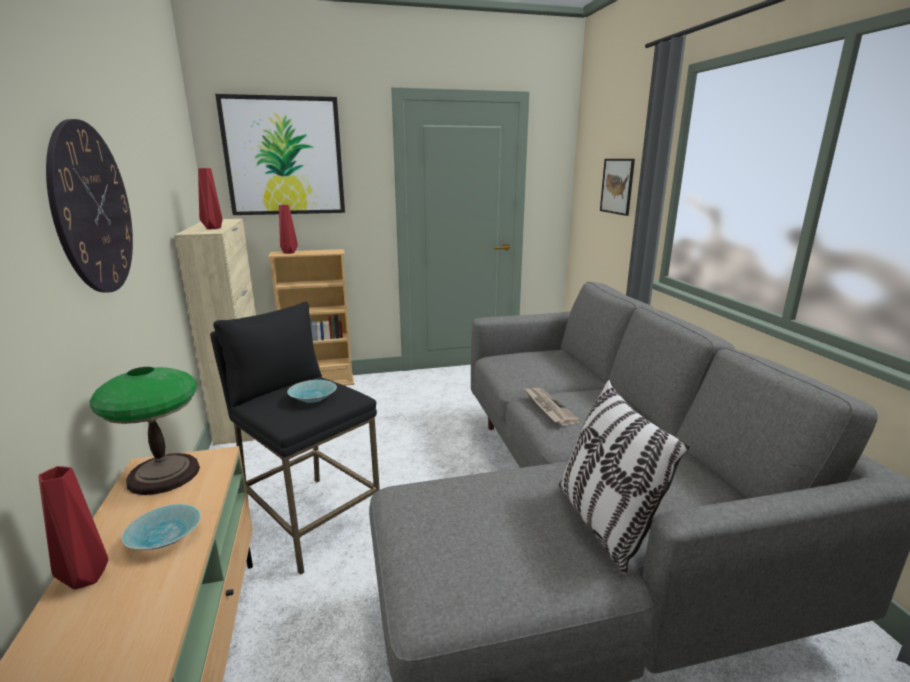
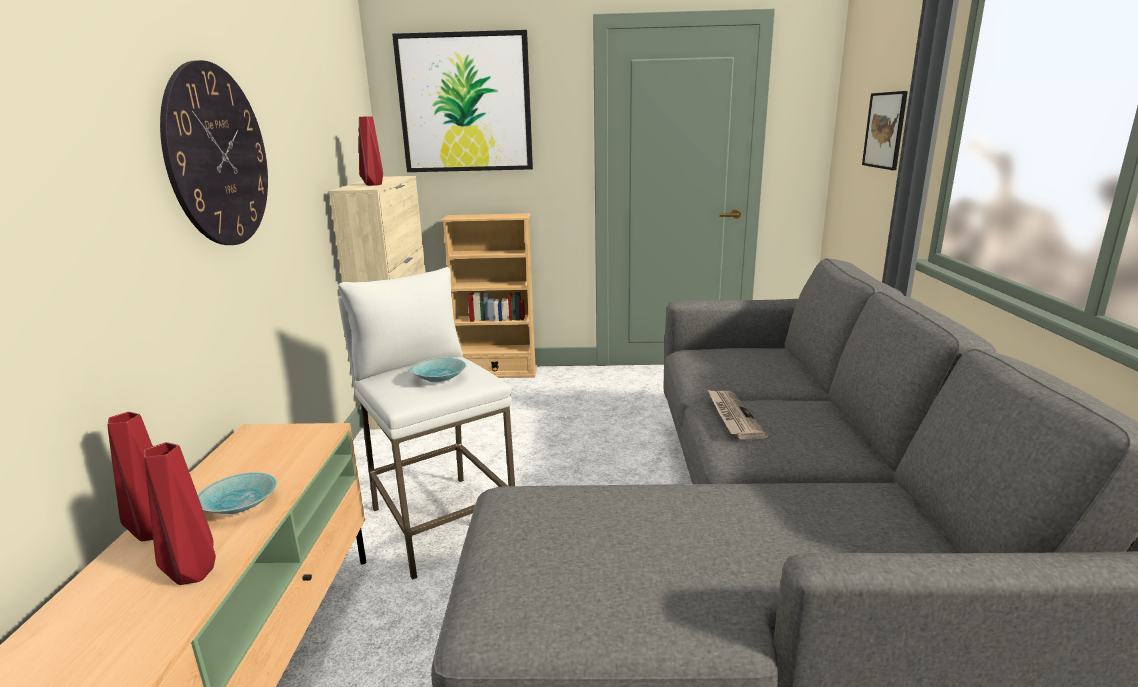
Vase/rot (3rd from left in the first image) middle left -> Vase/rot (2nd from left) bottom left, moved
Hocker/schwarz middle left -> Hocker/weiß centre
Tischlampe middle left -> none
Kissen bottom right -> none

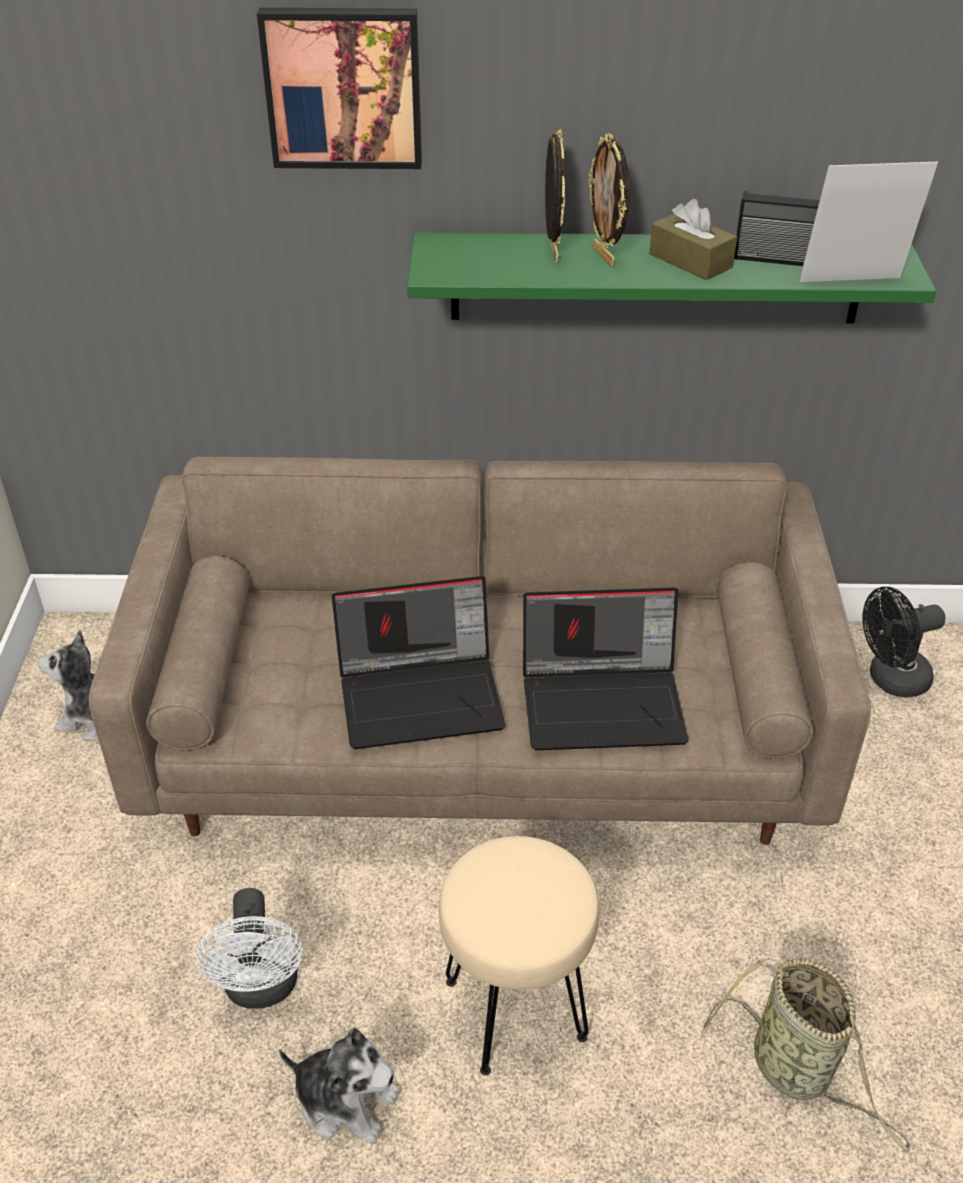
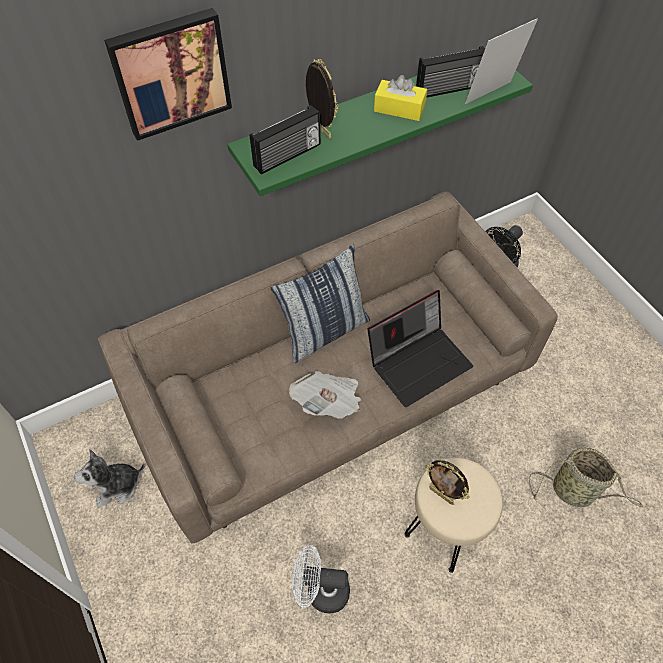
none -> Radio (1st from left) top centre
none -> Kissen centre
Laptop (1st from left) centre -> Zeitung centre
Ventilator/weiß bottom left -> Ventilator/weiß bottom centre, 135 degrees clockwise
Taschentuchbox/braun top right -> Taschentuchbox/gelb top centre
Bilderrahmen (2nd from left) top centre -> Bilderrahmen (2nd from left) bottom right, moved
Plüschtier (2nd from left) bottom centre -> none

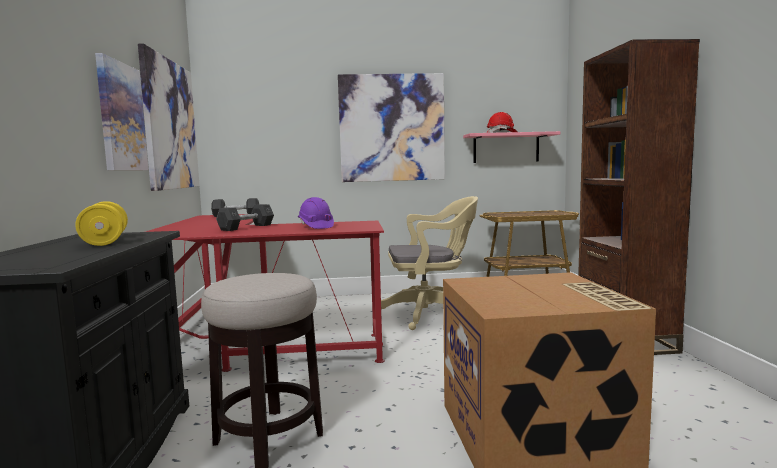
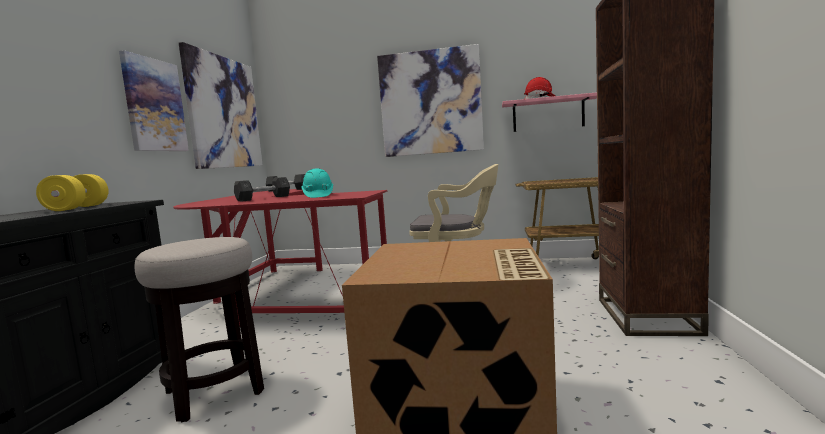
Schutzhelm/lila centre -> Schutzhelm/türkis centre

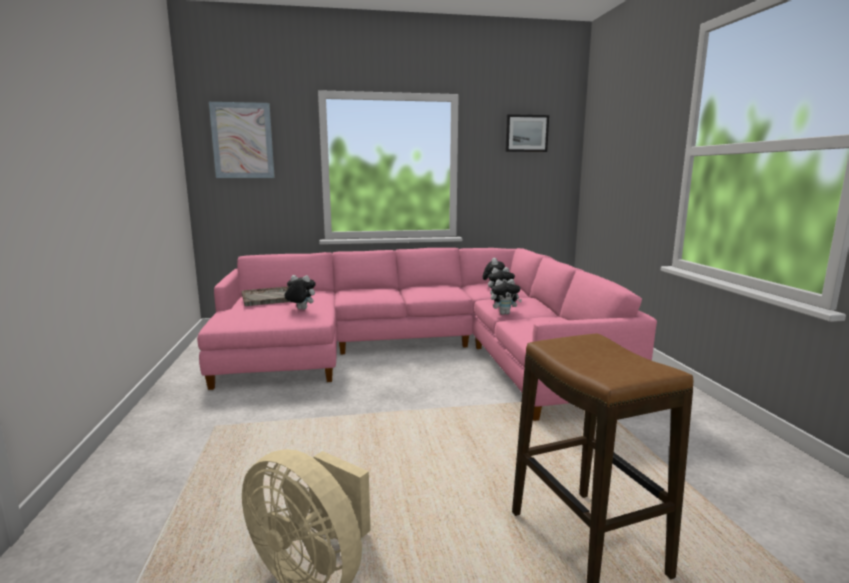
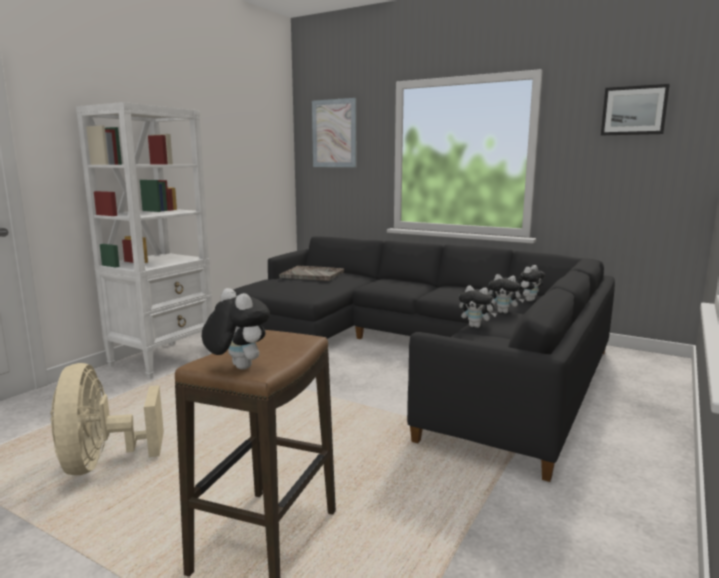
none -> Bücherregal/weiß middle left
Plüschtier (1st from left) centre -> Plüschtier (1st from left) middle left, moved
Sofa/rosa centre -> Sofa/schwarz centre

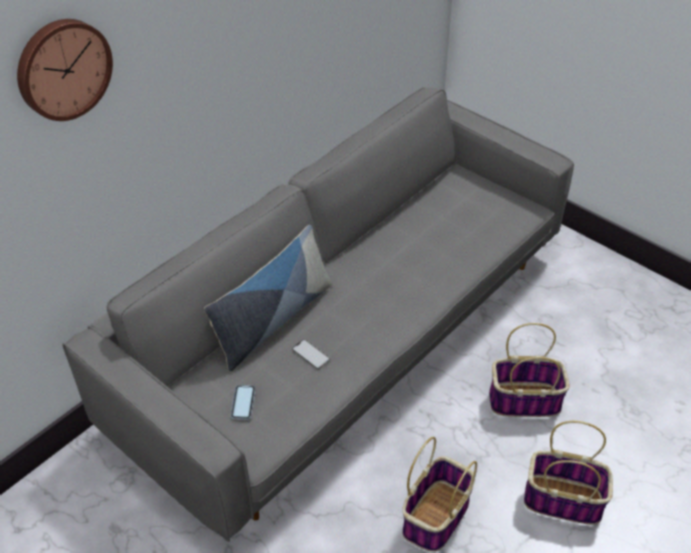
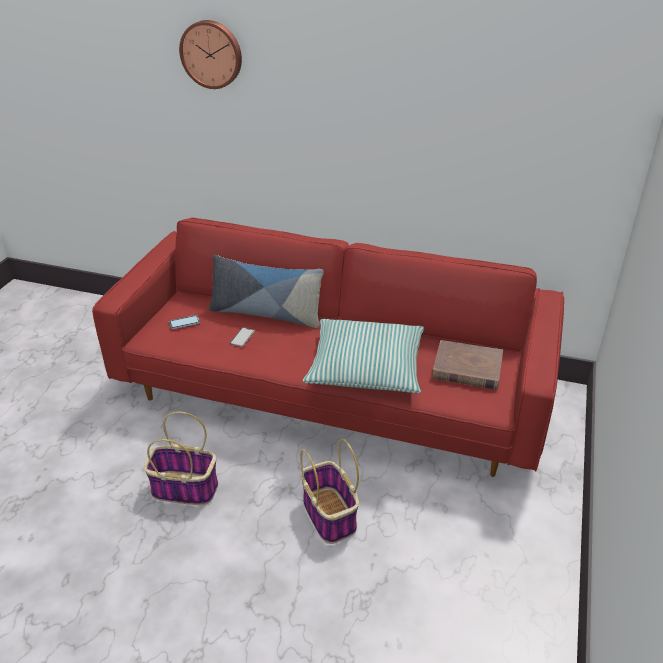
Sofa/grau centre -> Sofa/rot centre
none -> Kissen (2nd from left) centre
none -> Buch/braun middle right
Korb (3rd from left) bottom right -> none

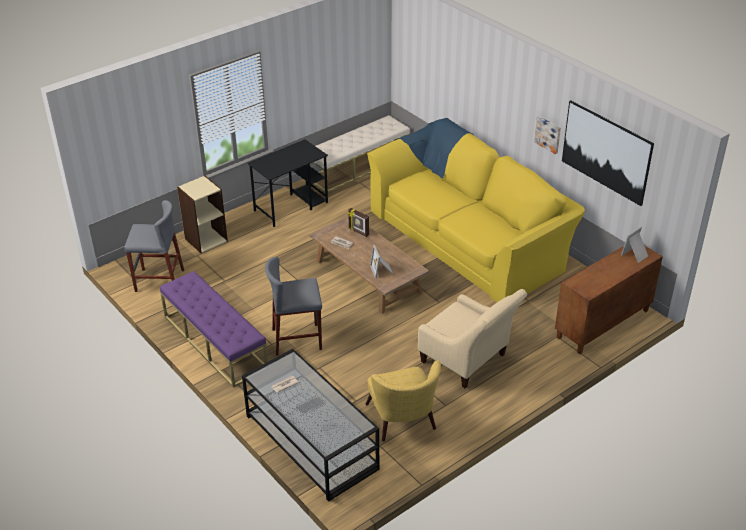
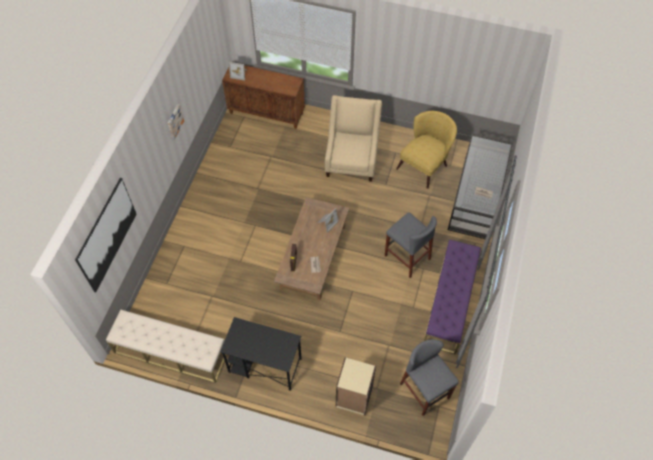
Bild (2nd from left in the first image) top right -> Bild (1st from left) middle left, moved
Sofa/gelb centre -> none

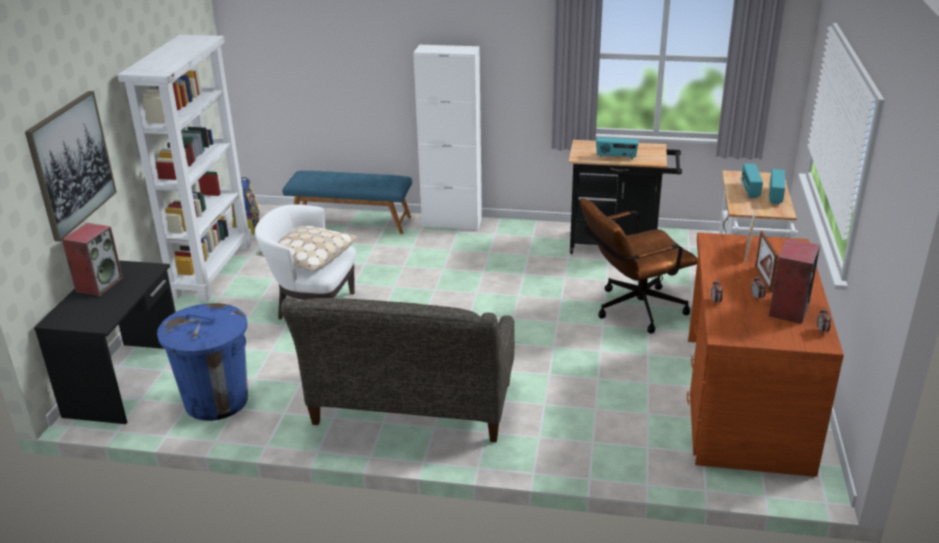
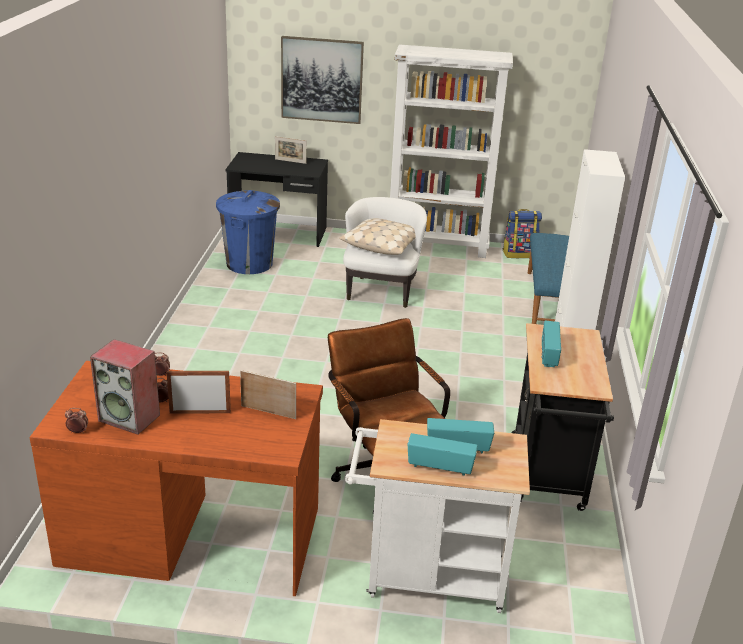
Lautsprecher (1st from left) middle left -> Bilderrahmen (3rd from left) top centre
Sofa/grau bottom centre -> none

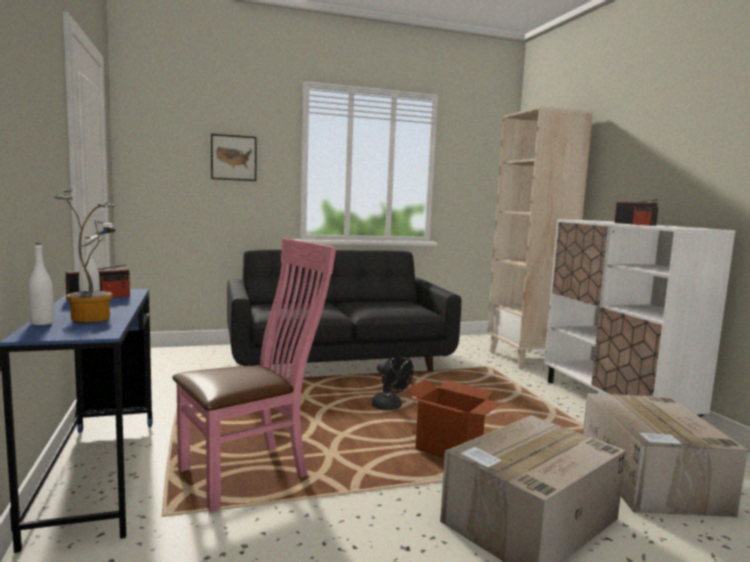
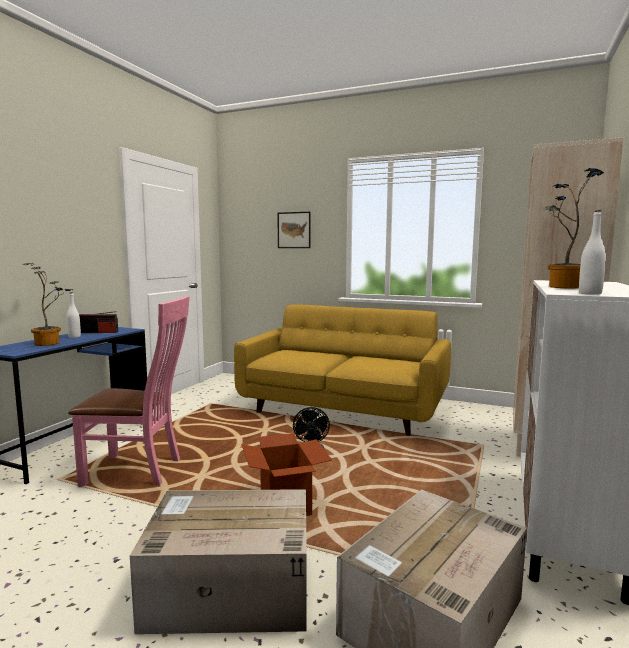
Sofa/schwarz centre -> Sofa/gelb centre
Radio (2nd from left) middle right -> Topfpflanze (2nd from left) middle right
Flasche/weiß (1st from left in the first image) middle left -> Flasche/weiß (2nd from left) middle right, moved

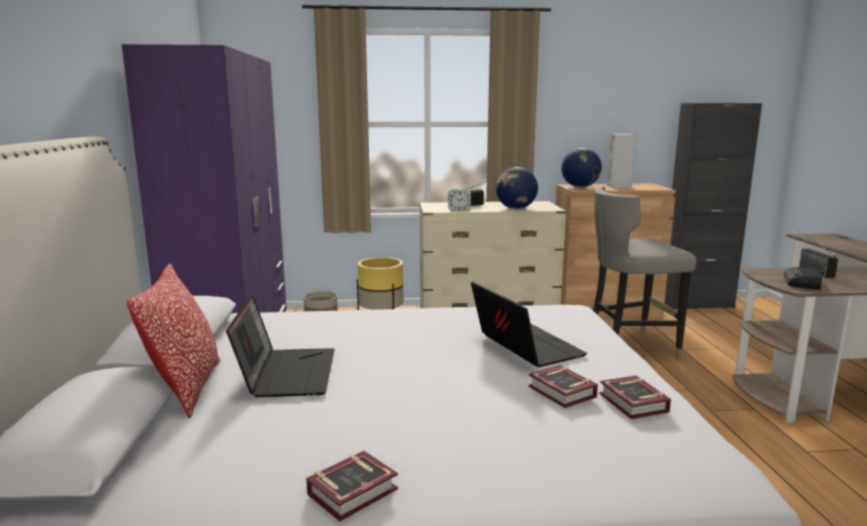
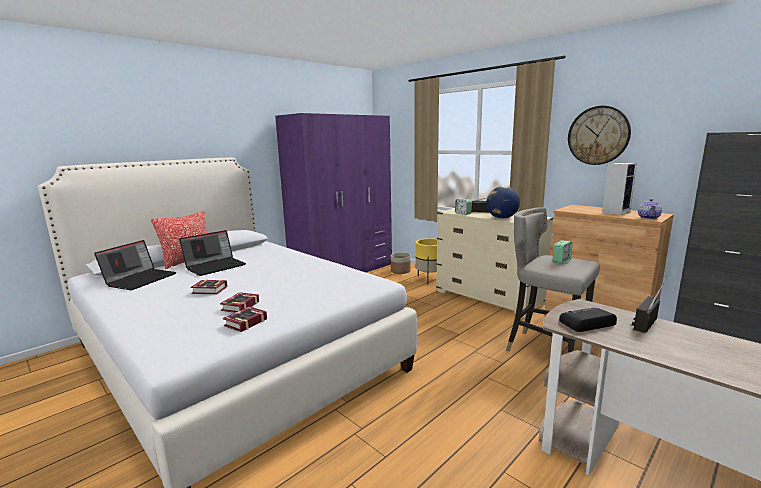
Laptop (2nd from left in the first image) centre -> Laptop (1st from left) middle left, moved
Buch (1st from left) bottom centre -> Buch (1st from left) middle left, moved
none -> Wecker (2nd from left) middle right
none -> Wanduhr top right
none -> Teekanne middle right
Globus (2nd from left) top right -> none

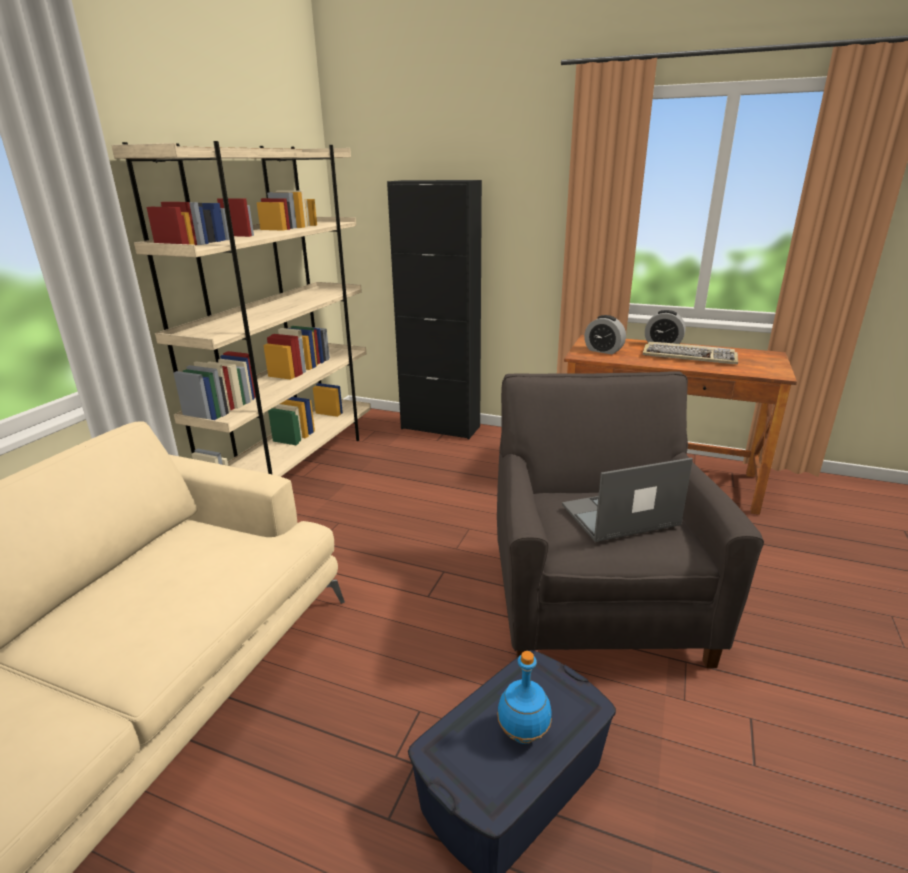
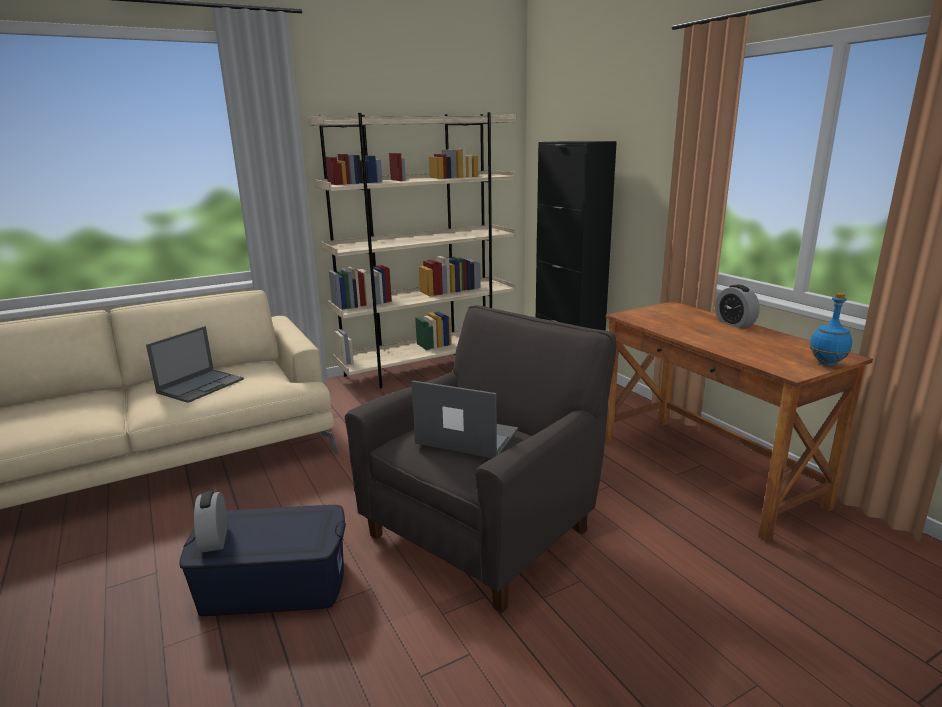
none -> Laptop (1st from left) middle left
Wecker (1st from left) centre -> Wecker (1st from left) bottom left, moved
Flasche/blau bottom centre -> Flasche/blau middle right, moved
Tastatur middle right -> none

